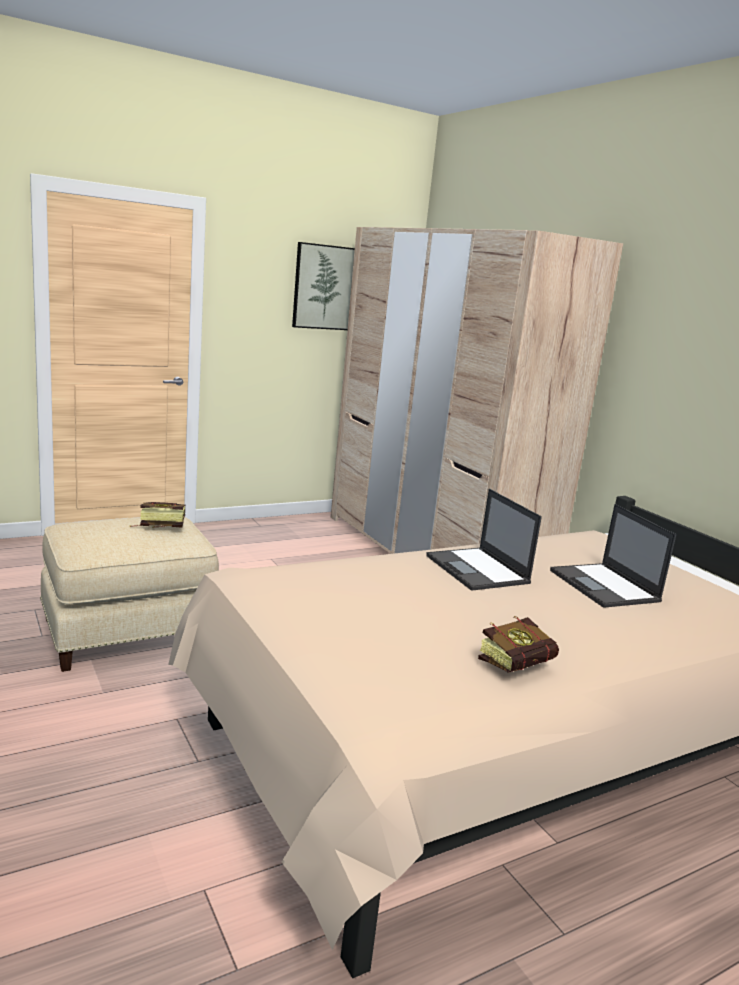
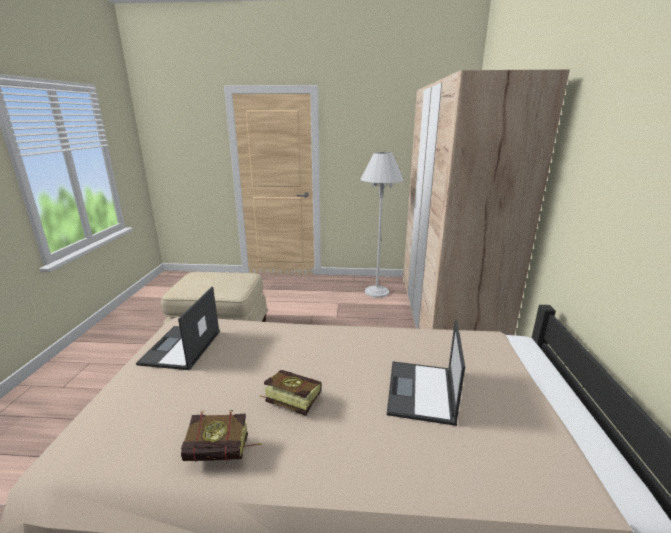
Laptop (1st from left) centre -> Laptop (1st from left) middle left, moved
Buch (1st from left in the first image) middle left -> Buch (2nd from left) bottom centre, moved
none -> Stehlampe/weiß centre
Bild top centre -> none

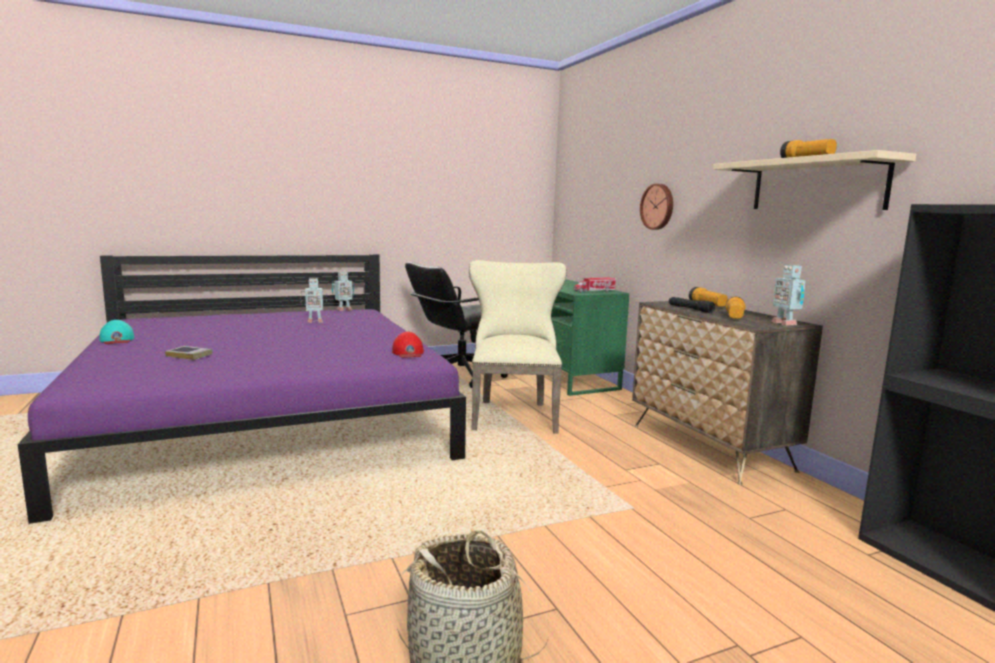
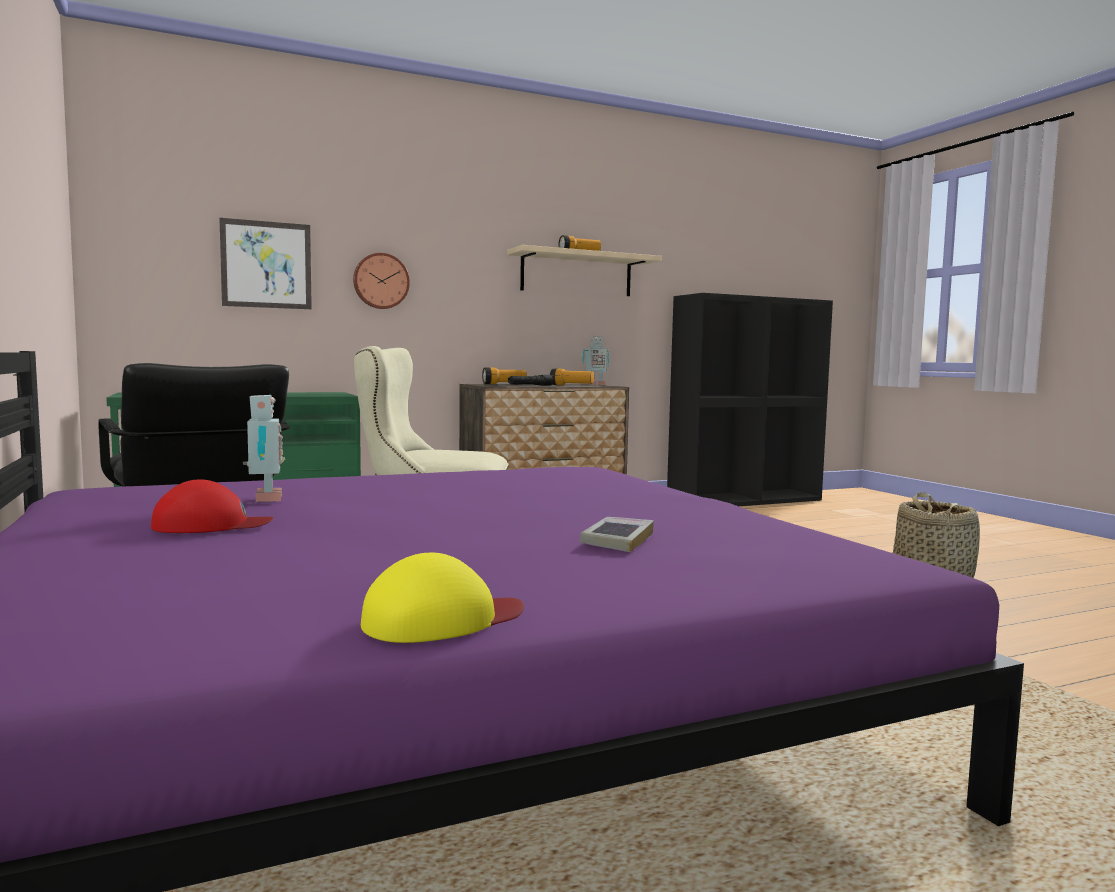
Kappe/rot centre -> Kappe/rot middle left, moved
none -> Bild top left
Kappe/türkis middle left -> Kappe/gelb bottom centre
Spielzeugroboter (2nd from left) centre -> none
Spielzeuglaster centre -> none

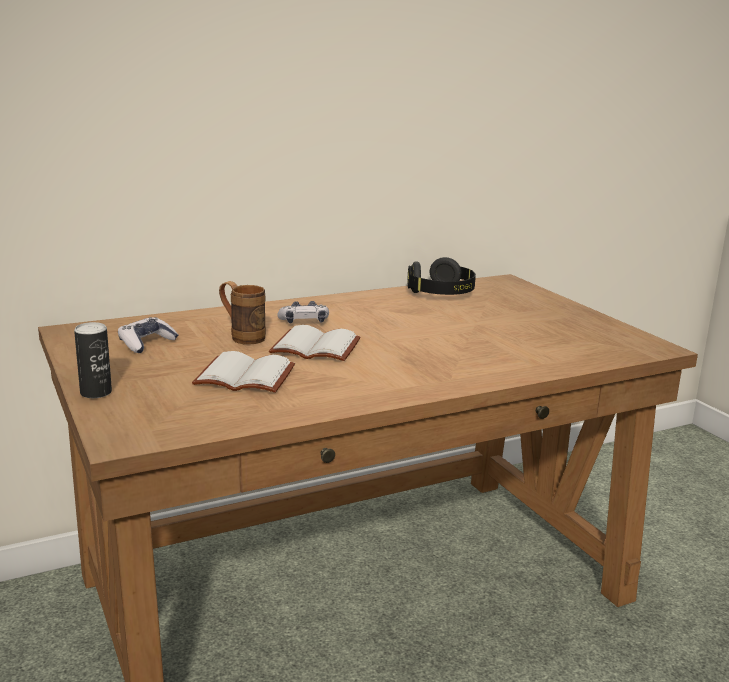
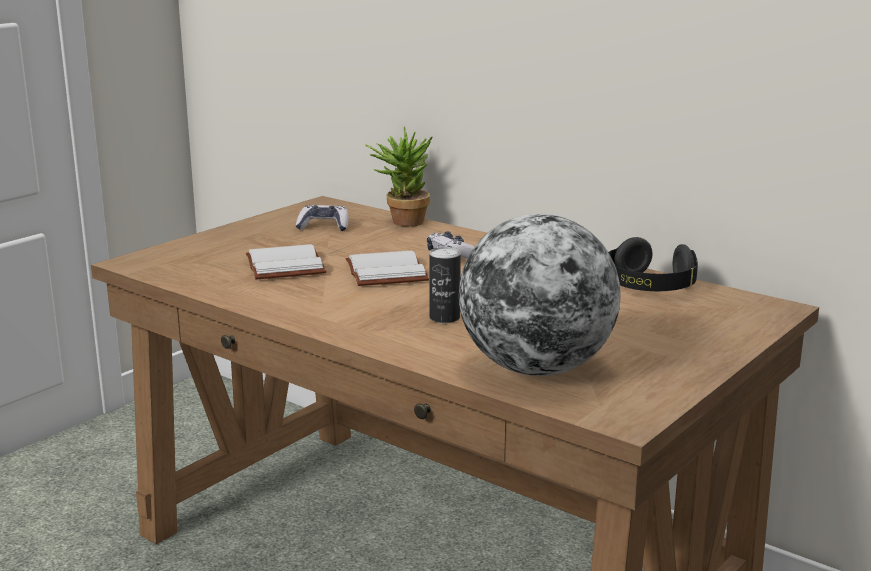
none -> Topfpflanze top centre
Dose middle left -> Dose centre, moved
none -> Globus centre
Henkelbecher/braun middle left -> none

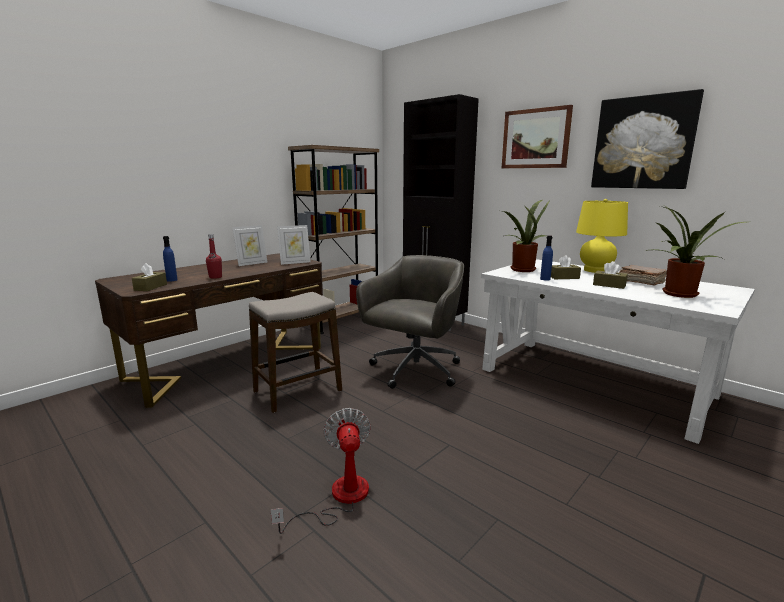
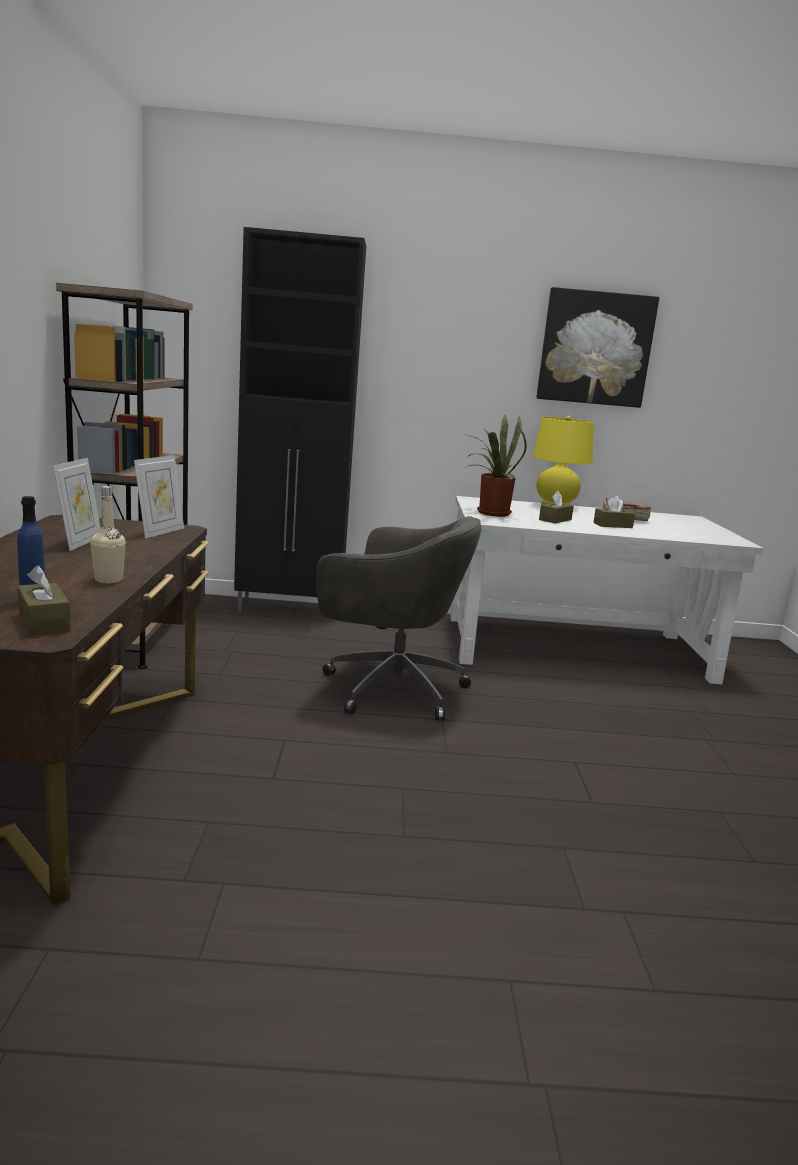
Flasche/rot middle left -> Flasche/beige middle left
Bürostuhl/grau centre, 120 degrees clockwise
Hocker centre -> none
Ventilator bottom centre -> none
Bild (1st from left) top right -> none
Flasche/blau (2nd from left) middle right -> none
Topfpflanze (2nd from left) middle right -> none

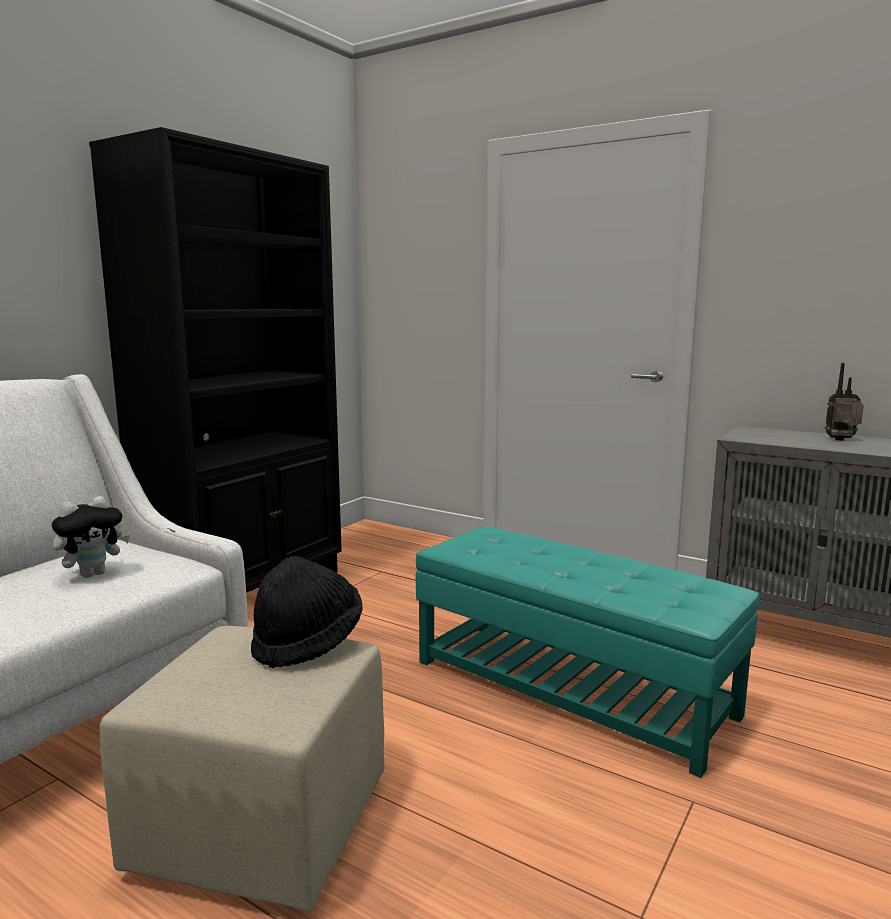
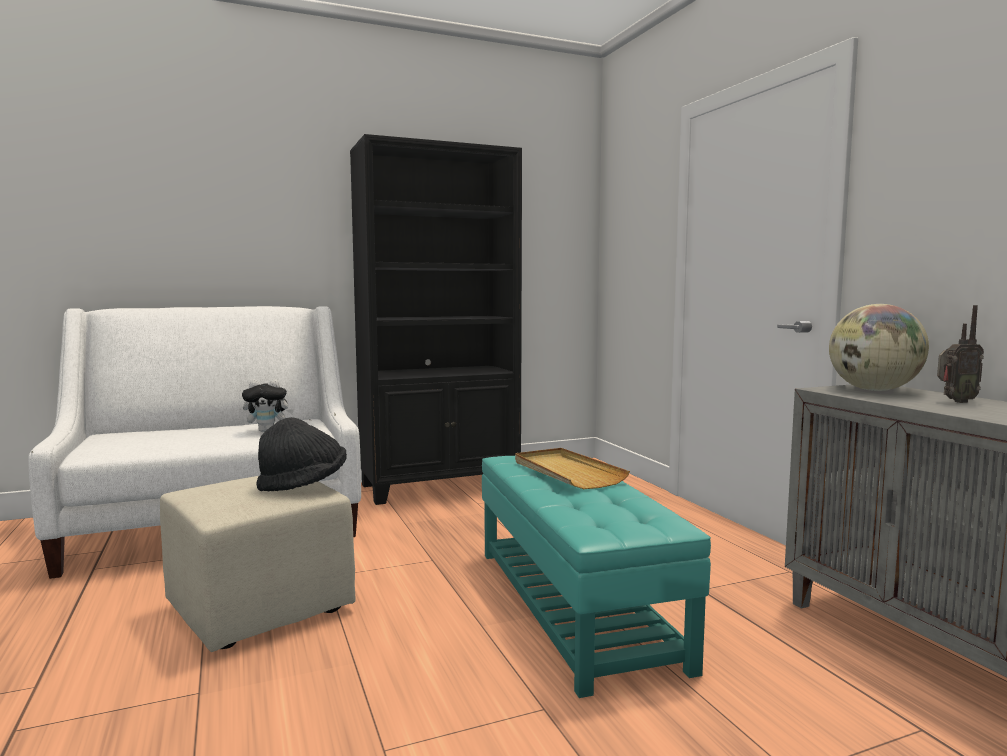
none -> Tablett/beige centre
none -> Globus middle right
Radio middle right, 120 degrees clockwise

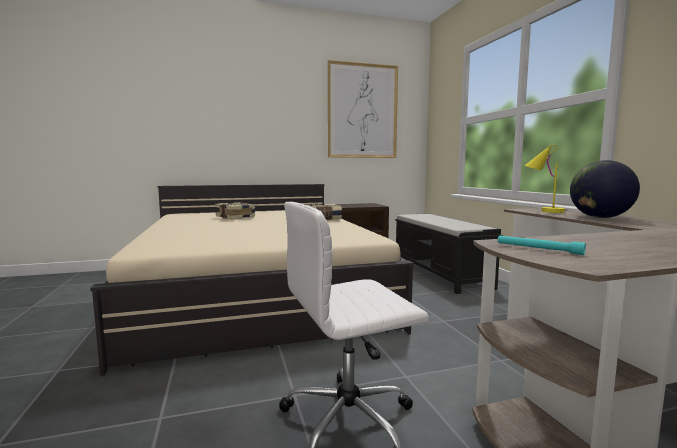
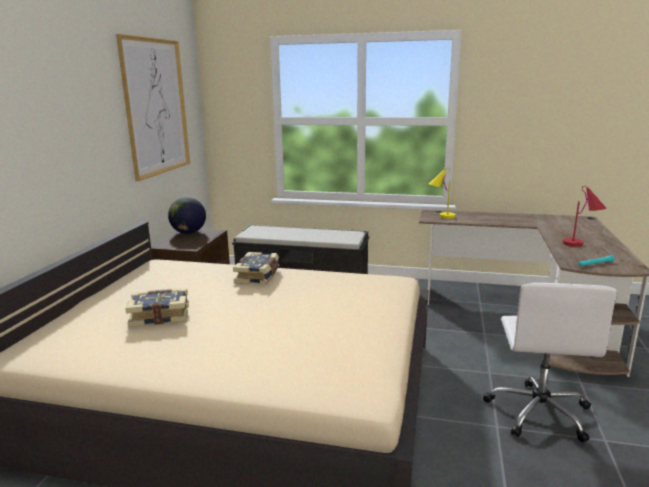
Globus middle right -> Globus middle left, moved
none -> Tischlampe/rot middle right

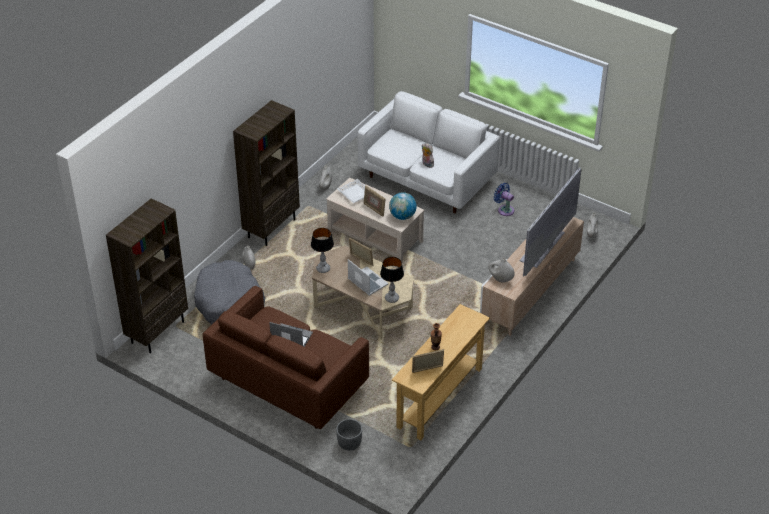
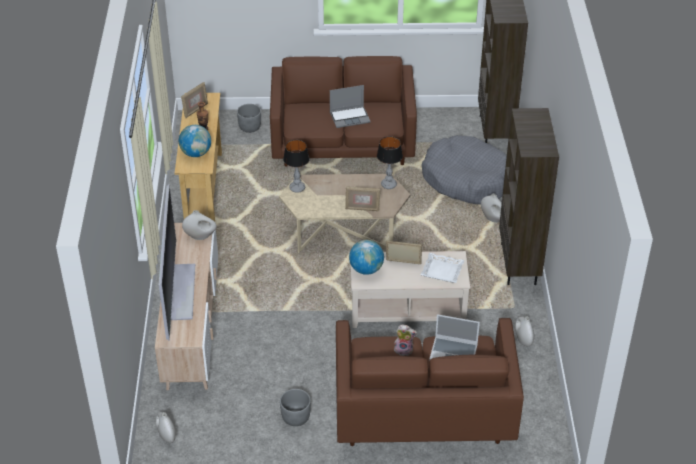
none -> Globus (1st from left) top left
Ventilator/blau centre -> Pflanzkübel/grau (2nd from left) bottom centre
Sofa/weiß top centre -> Sofa/braun (2nd from left) bottom centre
Laptop (2nd from left) centre -> Laptop (2nd from left) bottom centre, moved

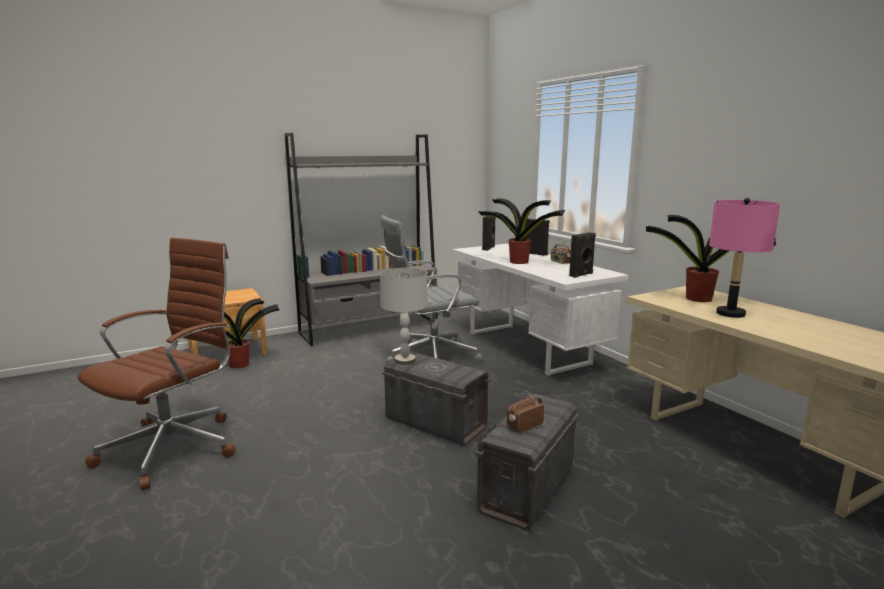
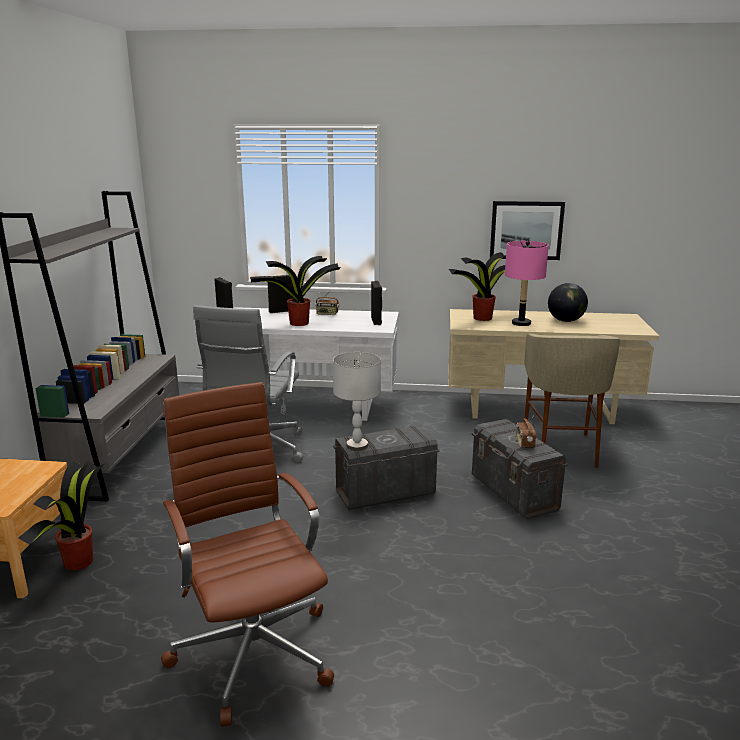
none -> Bild top right
none -> Hocker/beige middle right
none -> Globus middle right

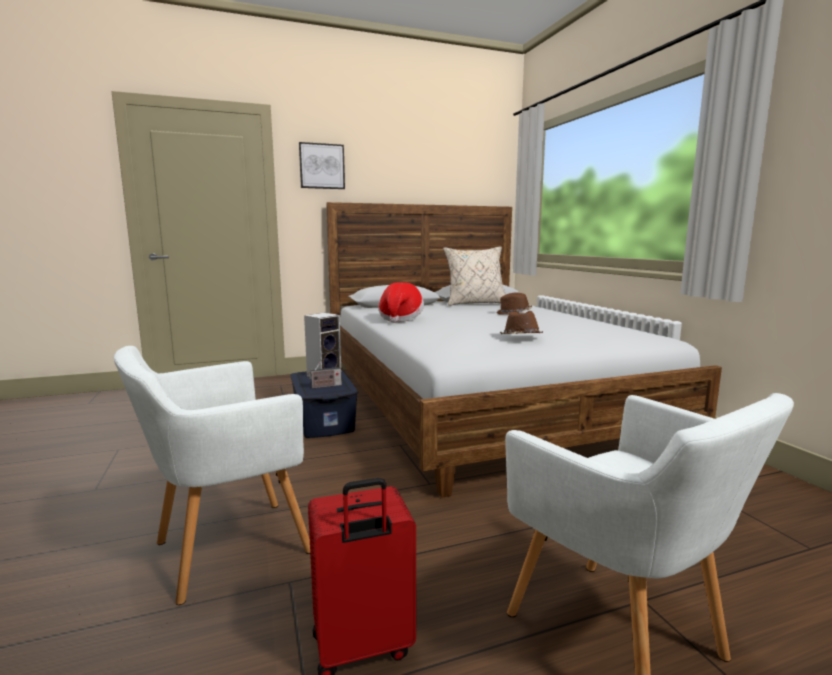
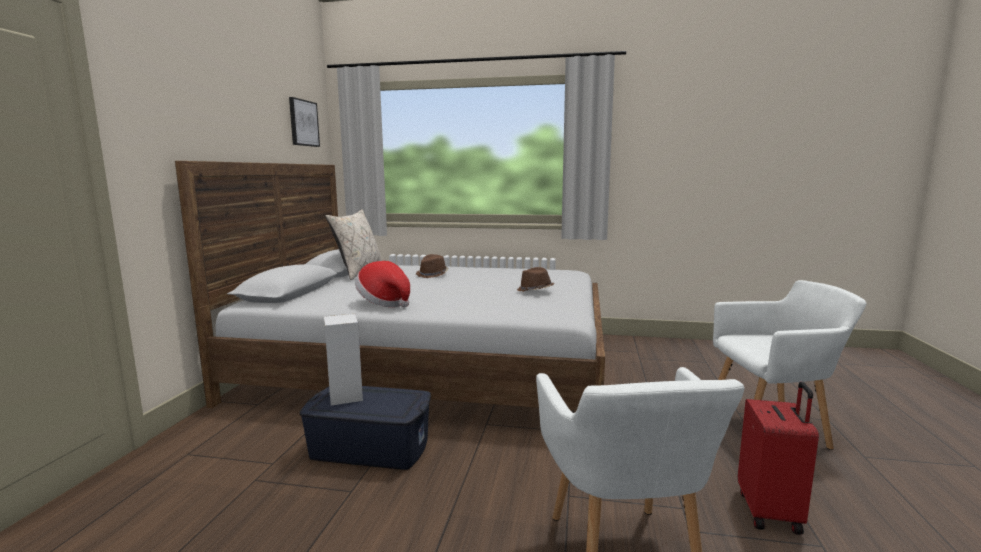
Bild top centre -> Bild top left, moved
Radio centre -> none

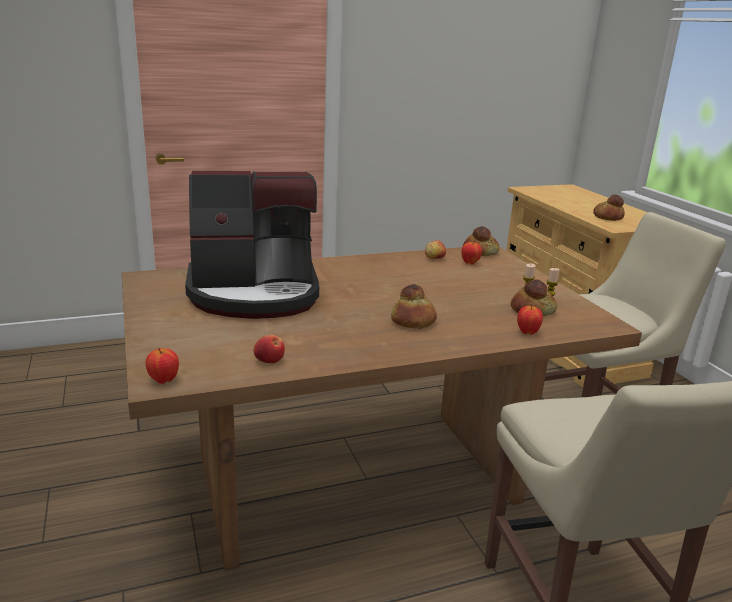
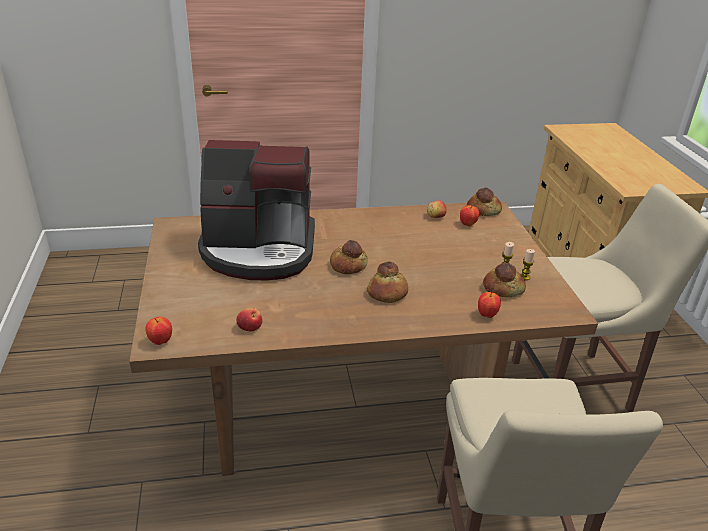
Brot (4th from left in the first image) middle right -> Brot (1st from left) centre, moved

